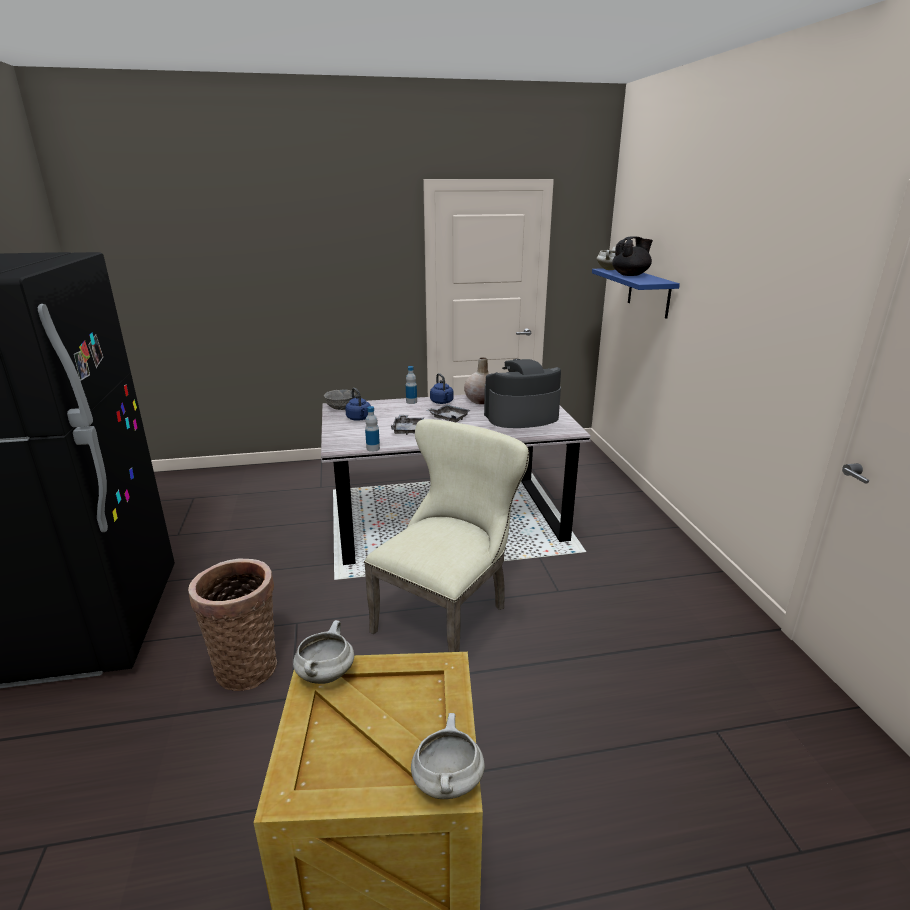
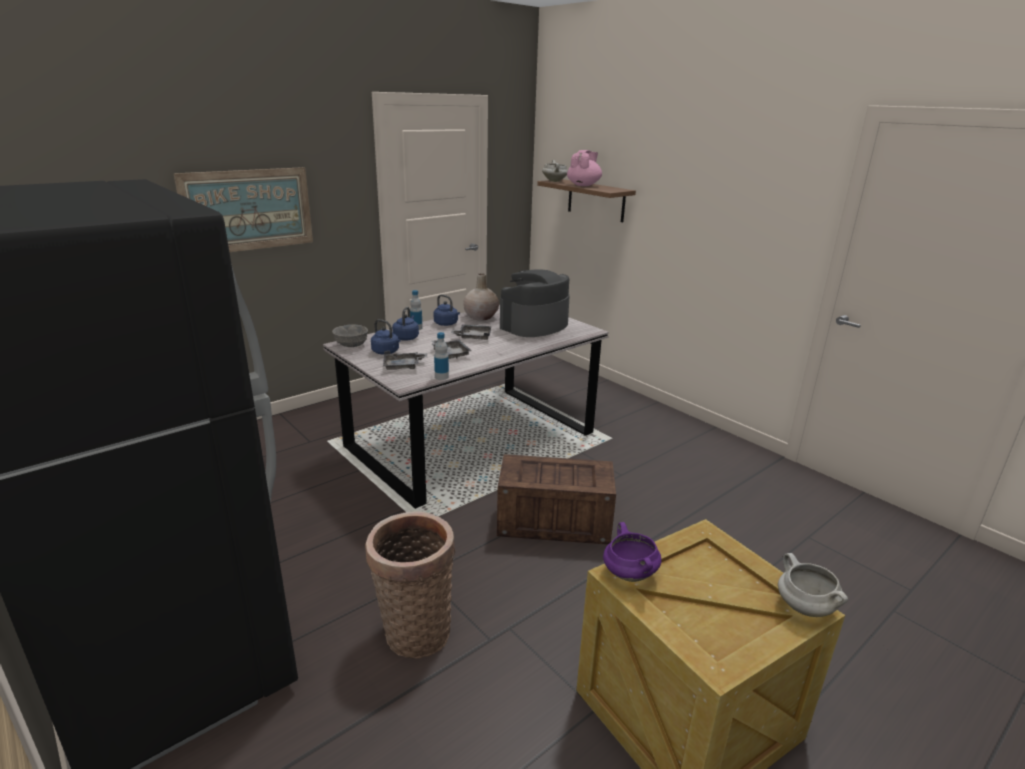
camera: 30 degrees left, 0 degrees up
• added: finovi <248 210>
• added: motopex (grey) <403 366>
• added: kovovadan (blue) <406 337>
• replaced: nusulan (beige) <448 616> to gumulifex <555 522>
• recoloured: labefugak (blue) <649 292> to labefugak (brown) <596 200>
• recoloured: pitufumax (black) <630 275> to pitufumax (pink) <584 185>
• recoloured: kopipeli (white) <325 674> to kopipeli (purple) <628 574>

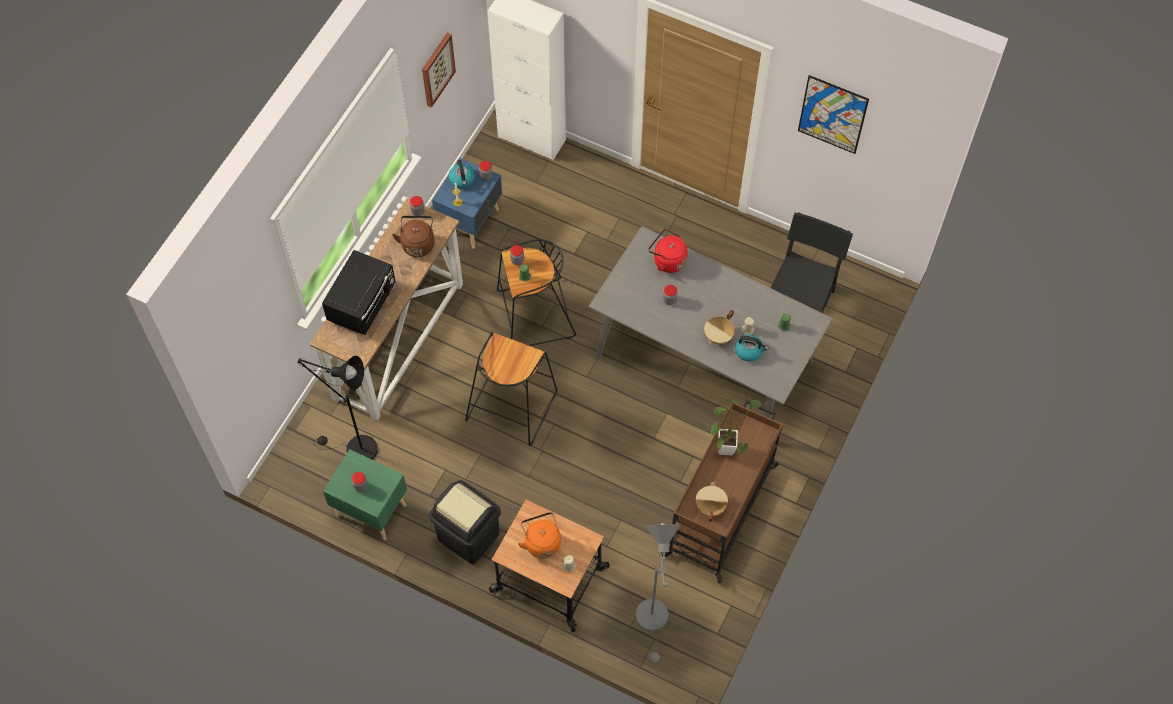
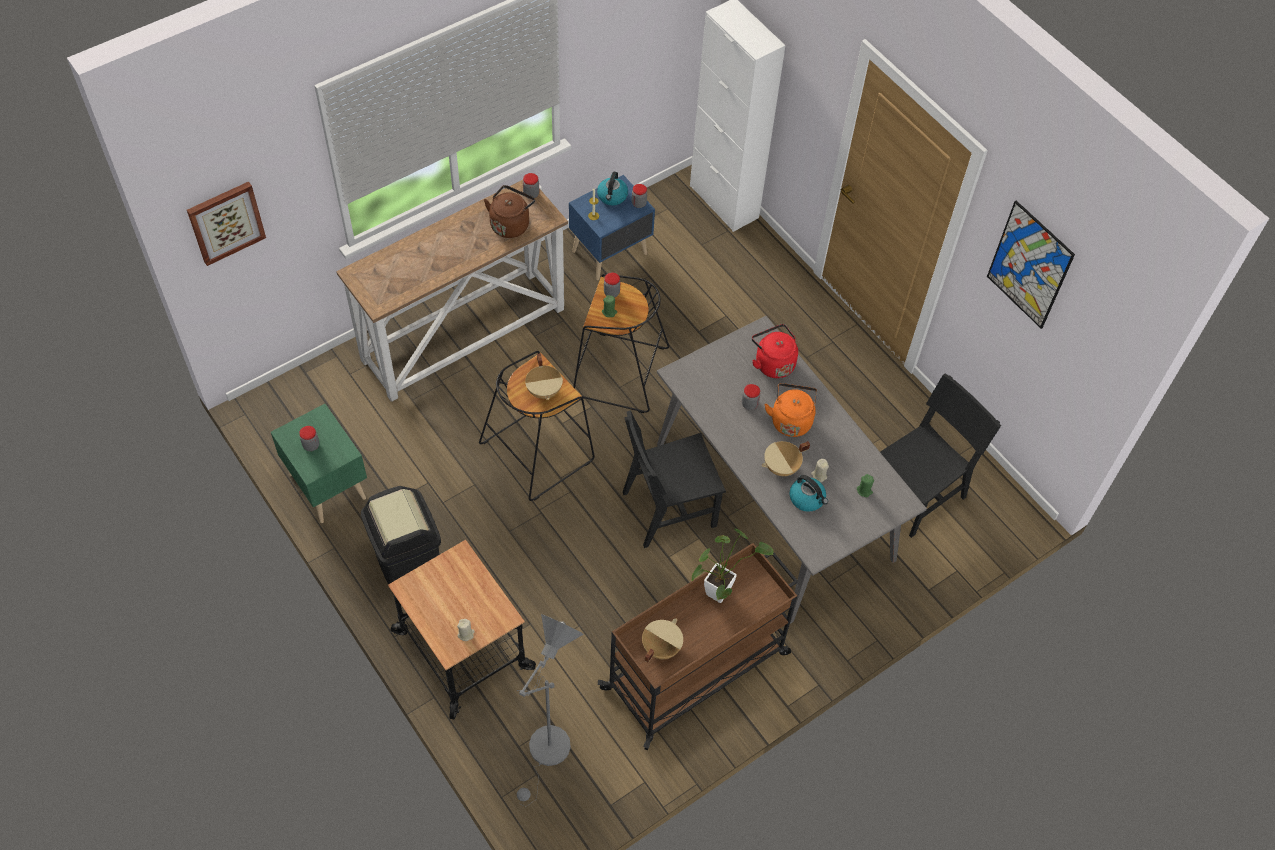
camera: 25 degrees right, 5 degrees down
• moved: finovi <437 69> to <226 222>
• added: kopipeli (beige) <544 390>
• added: nusulan (black) <669 509>
• moved: kovovadan (orange) <541 542> to <791 420>
• removed: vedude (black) <355 449>
• removed: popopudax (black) <363 303>

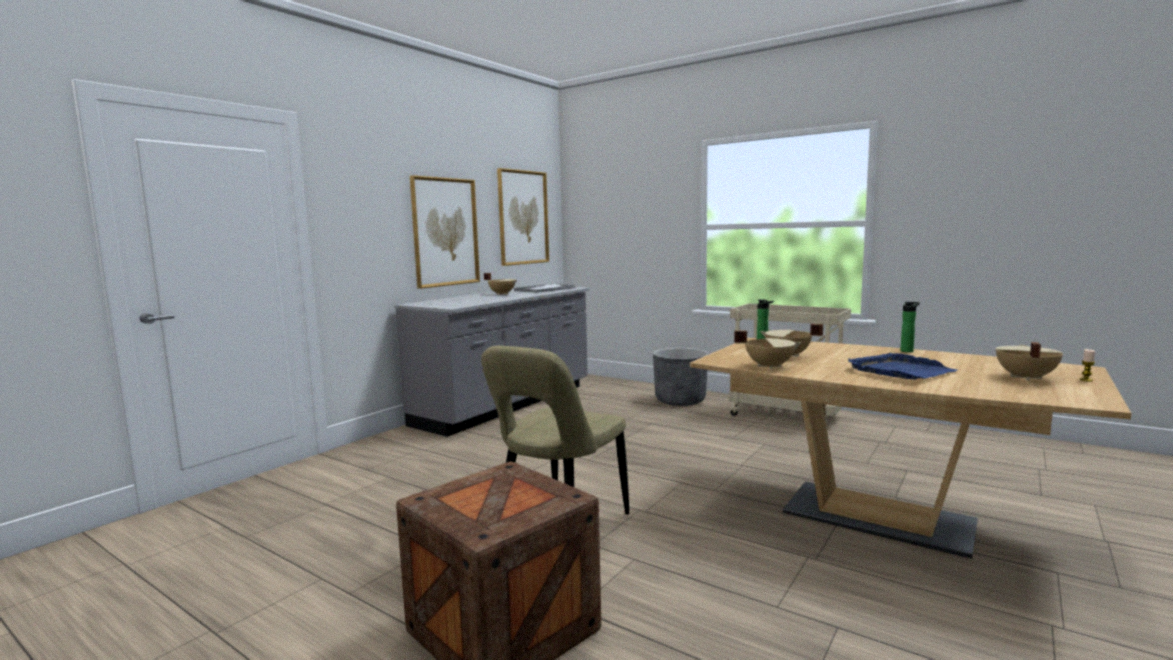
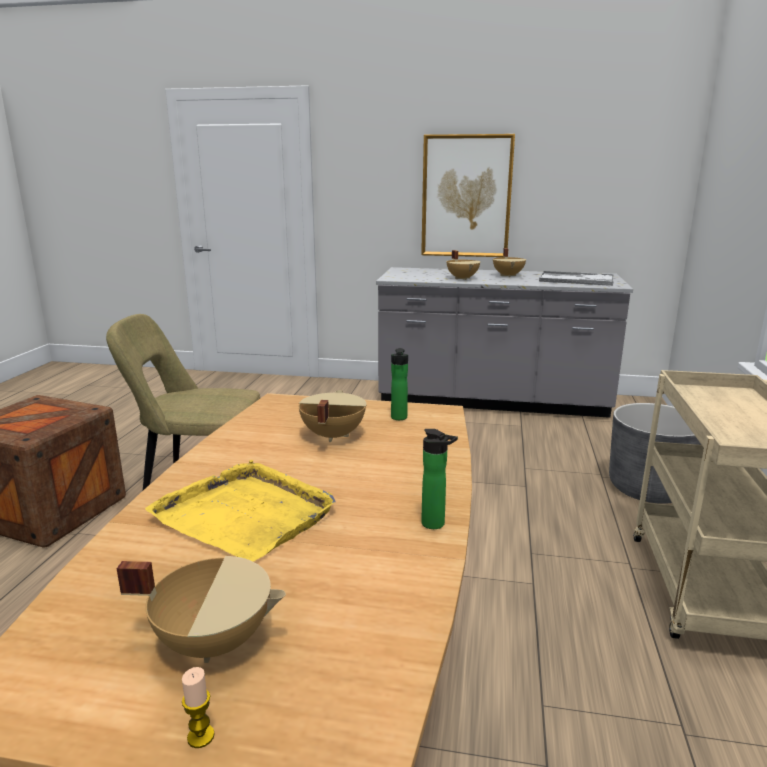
camera: 65 degrees right, 10 degrees up
• recoloured: motopex (blue) <901 371> to motopex (yellow) <246 514>
• moved: kopipeli (beige) <768 366> to <463 278>
• removed: finovi <523 217>

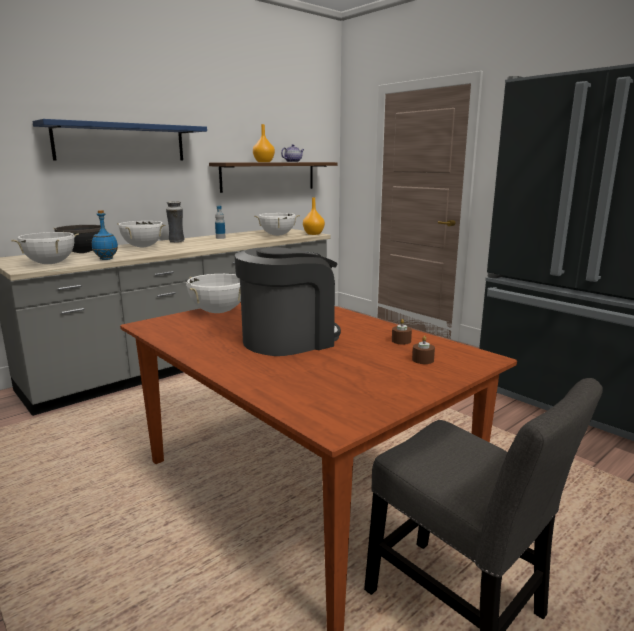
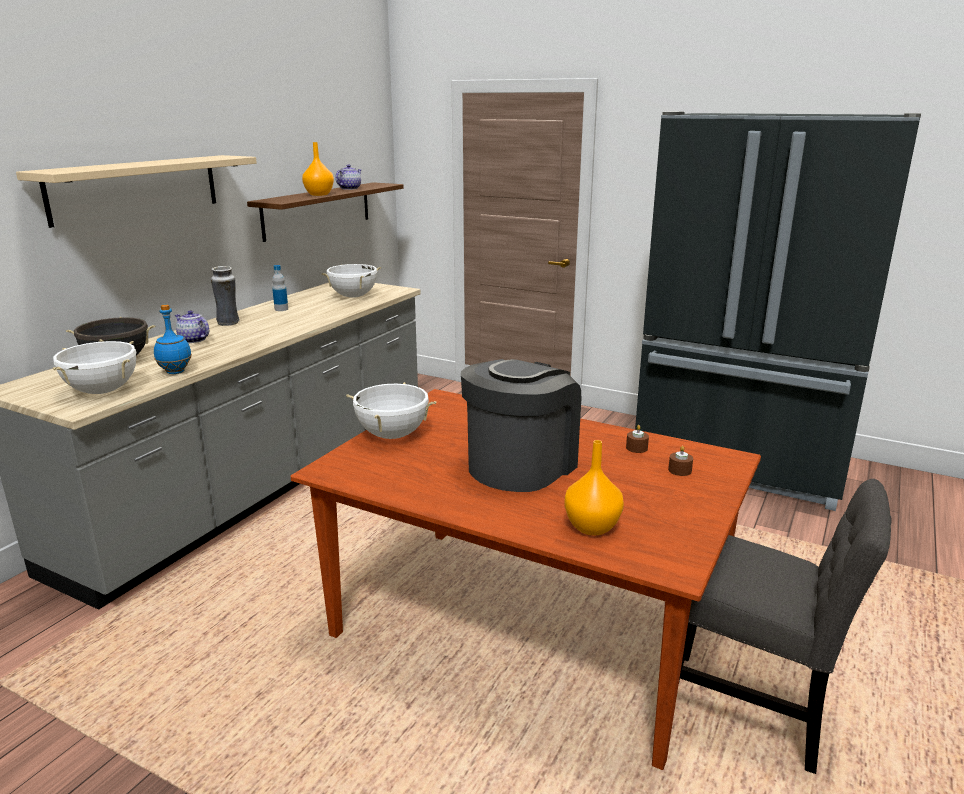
camera: 20 degrees left, 5 degrees up
• recoloured: labefugak (blue) <121 142> to labefugak (beige) <136 188>
• replaced: kopipeli (white) <143 247> to pitufumax <193 340>
• moved: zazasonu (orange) <313 234> to <591 527>

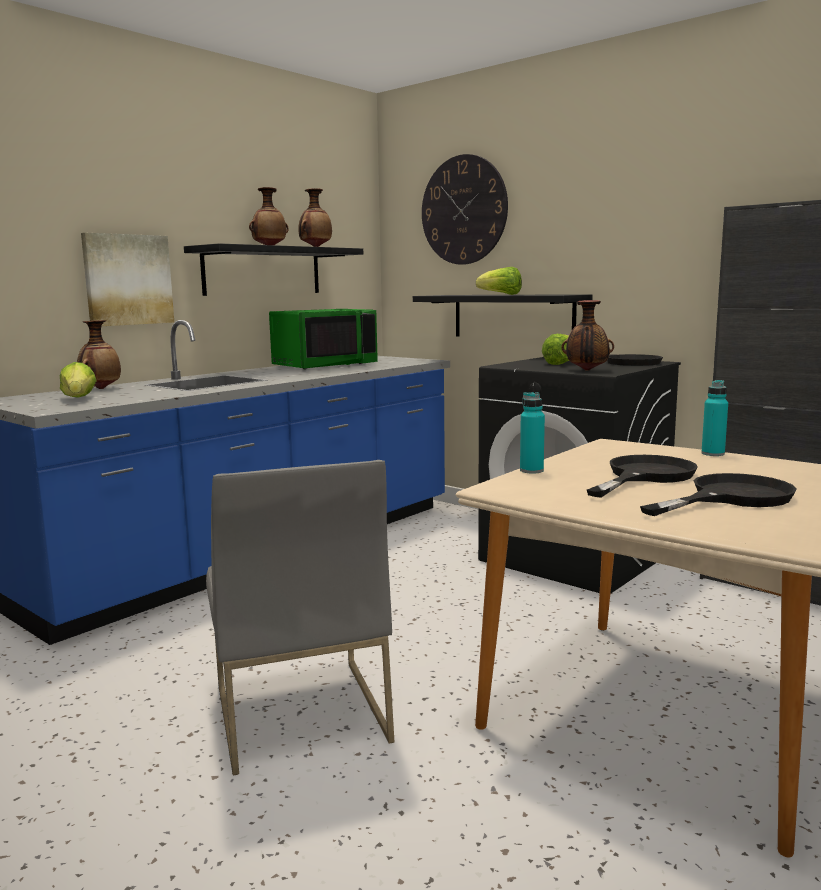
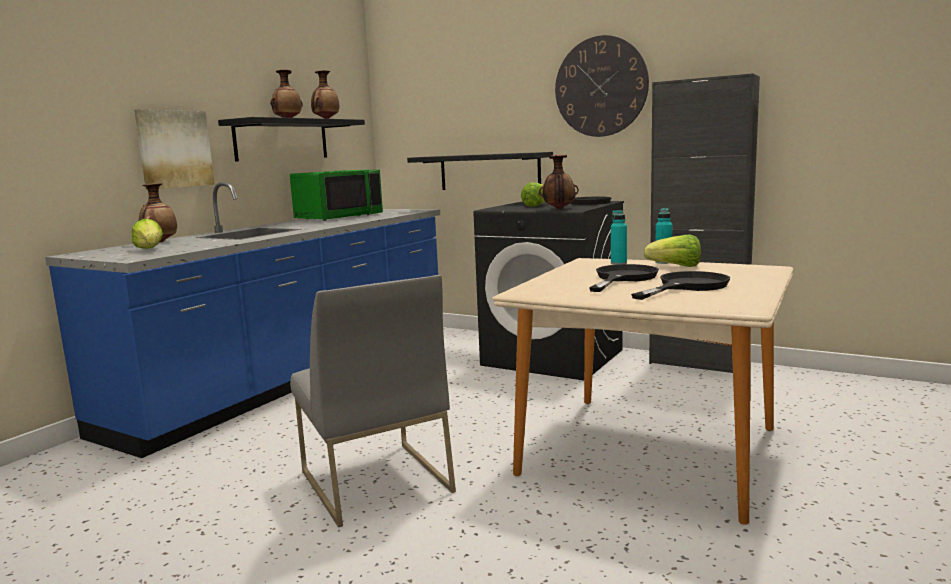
camera: 10 degrees left, 0 degrees up
• moved: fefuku <464 210> to <601 87>
• moved: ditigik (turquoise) <531 470> to <618 263>
• moved: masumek <501 294> to <675 267>

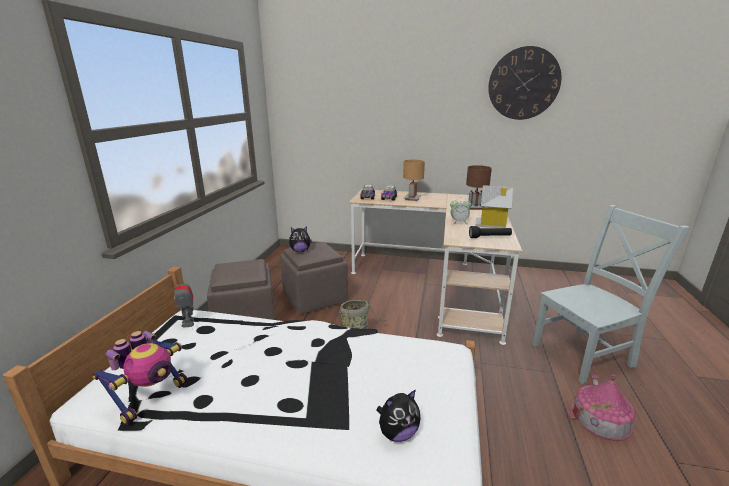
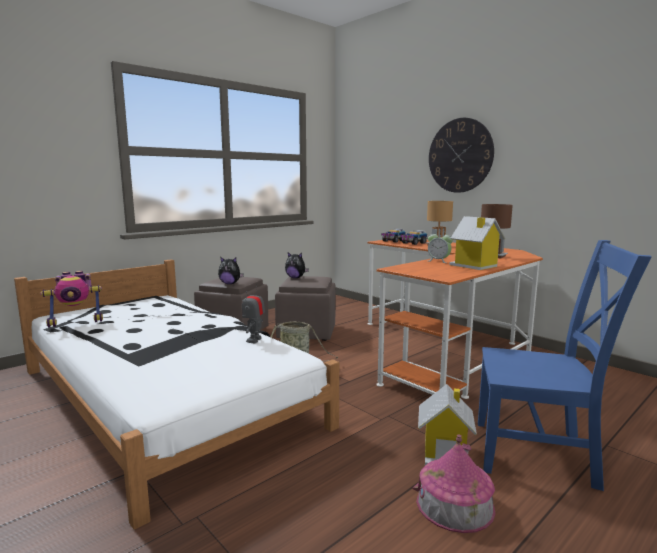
camera: 35 degrees right, 10 degrees down
• moved: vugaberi <397 433> to <230 284>
• moved: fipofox <189 322> to <254 340>
• recoloured: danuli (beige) <436 284> to danuli (orange) <445 350>
• added: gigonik <445 453>
• moved: fefuku <523 84> to <460 155>
• recoloured: nusulan (grey) <585 354> to nusulan (blue) <539 454>
• removed: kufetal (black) <489 237>

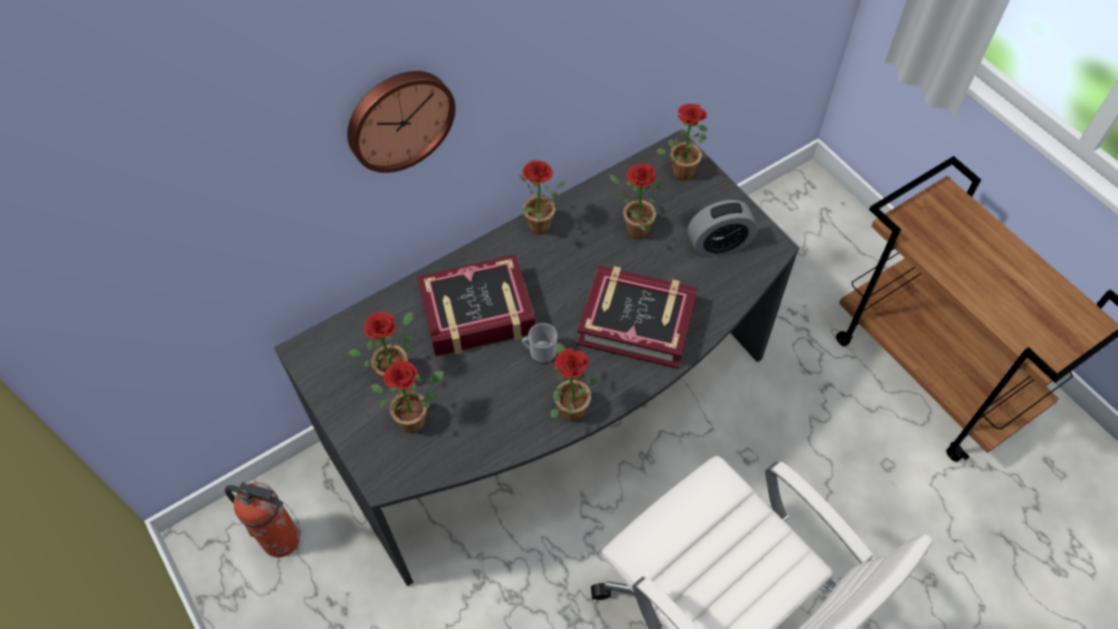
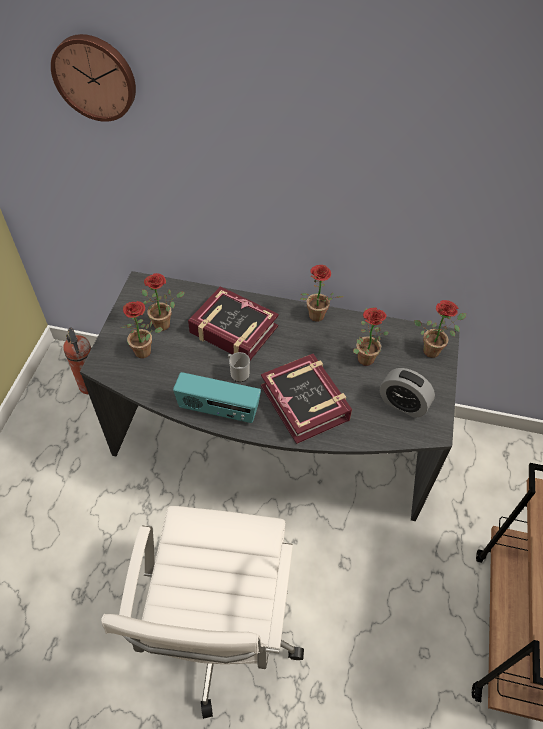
camera: 45 degrees right, 5 degrees down
• moved: fefuku <398 118> to <95 77>
• replaced: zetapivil <568 406> to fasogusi <218 410>

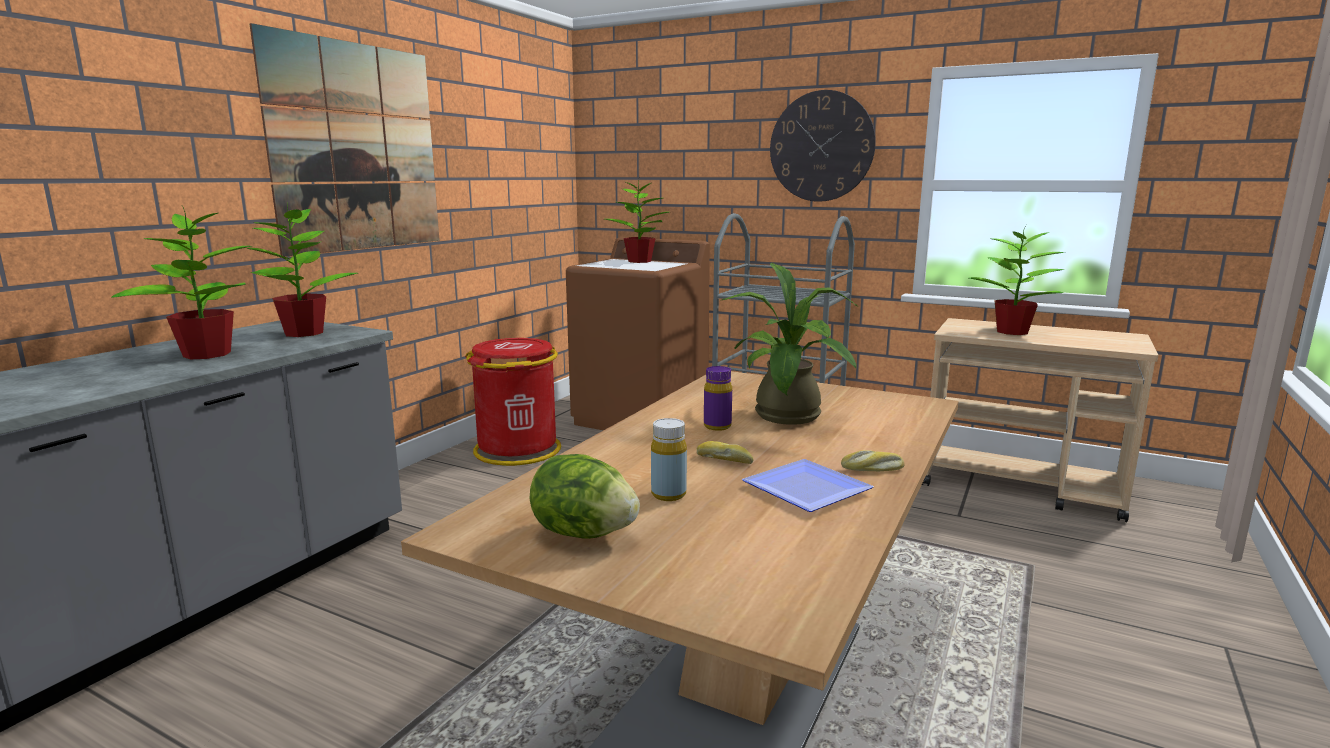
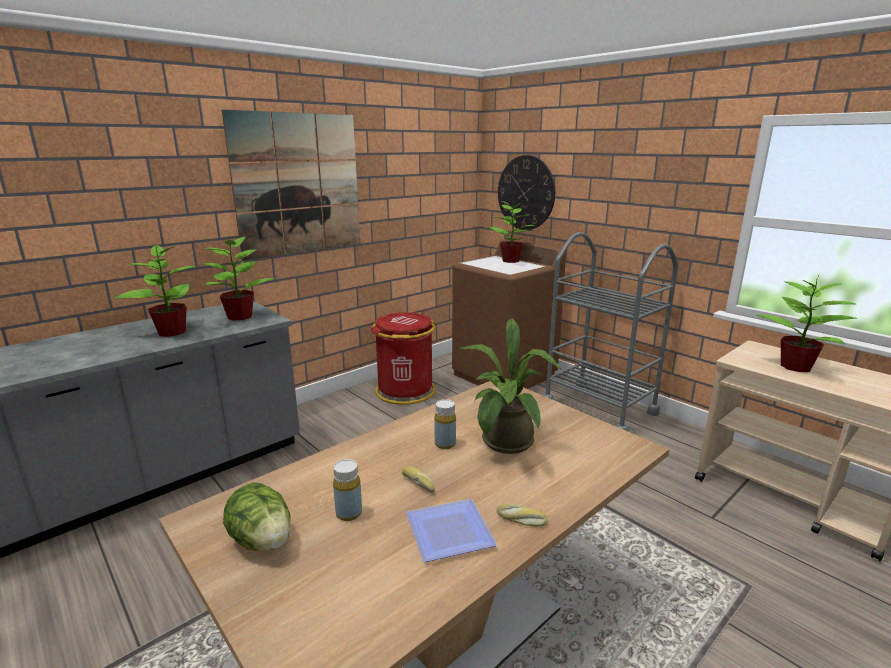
camera: 20 degrees right, 5 degrees up
• recoloured: ditigik (purple) <717 426> to ditigik (yellow) <445 444>
• moved: fefuku <821 146> to <525 193>

